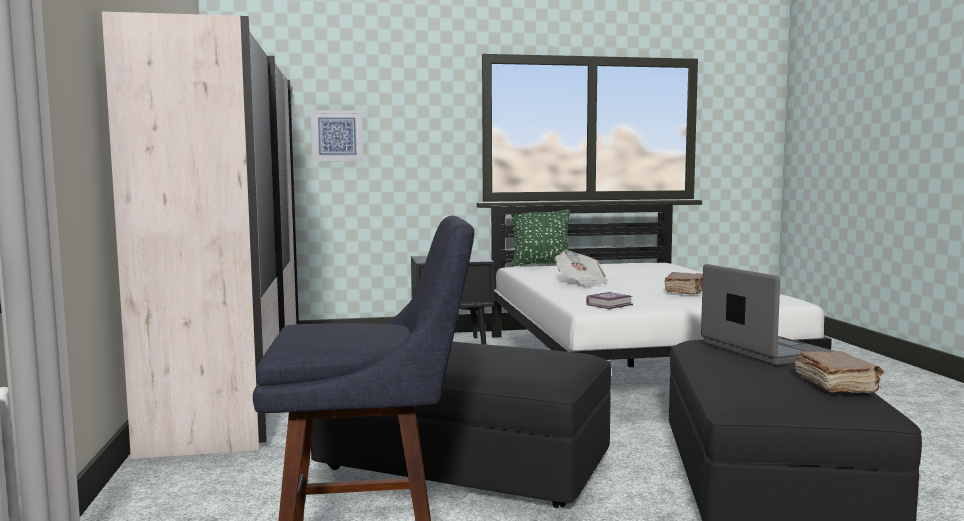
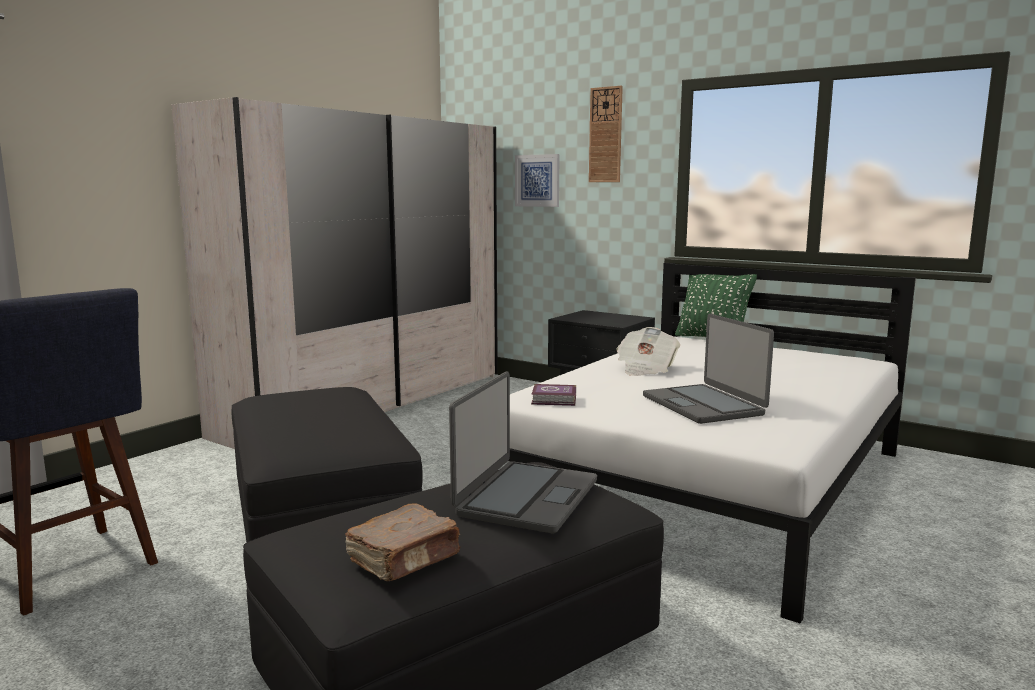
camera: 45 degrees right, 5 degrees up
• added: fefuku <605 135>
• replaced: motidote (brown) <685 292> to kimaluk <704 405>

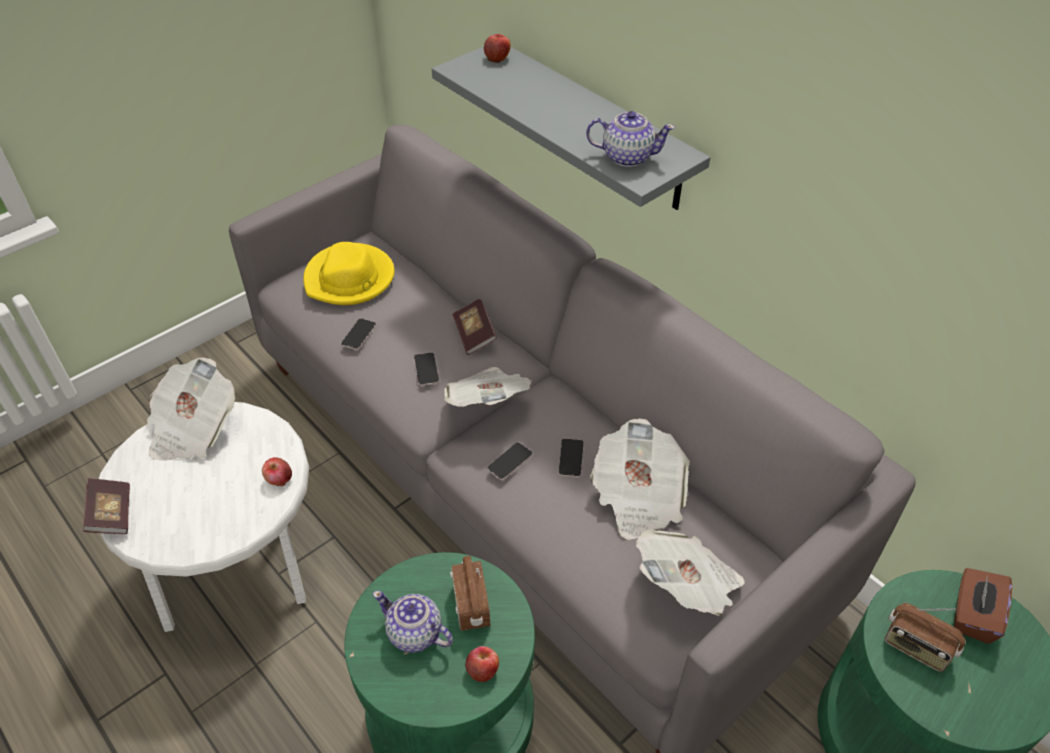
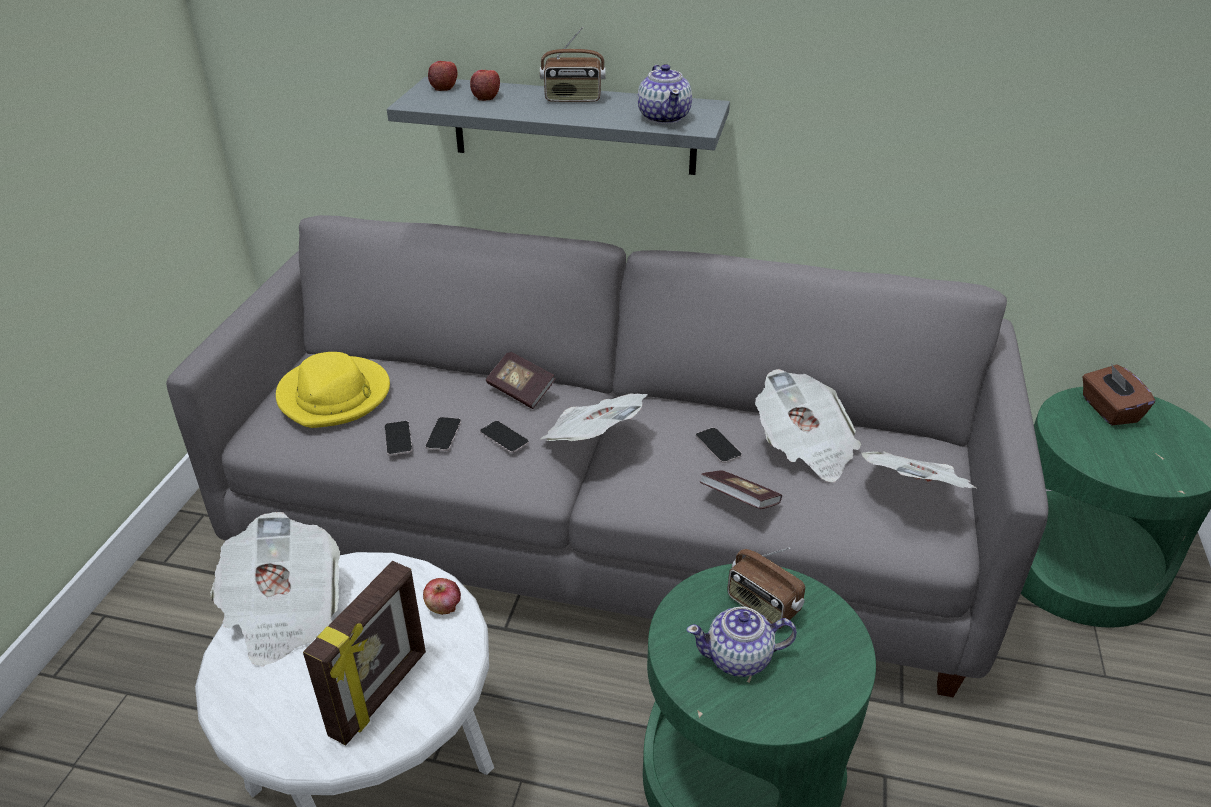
camera: 35 degrees left, 10 degrees down
• added: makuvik <380 694>
• moved: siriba <509 461> to <443 434>
• moved: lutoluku <482 670> to <486 96>
• moved: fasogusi <915 647> to <573 99>
• turned: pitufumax <627 156> = <664 117> 105 degrees clockwise
• moved: motidote <112 514> to <739 501>

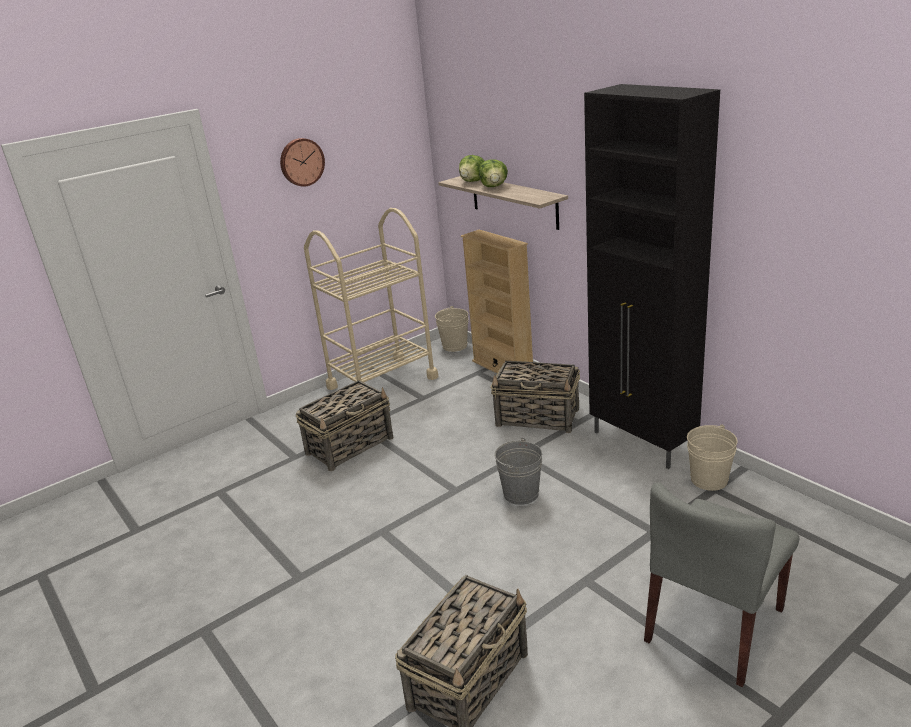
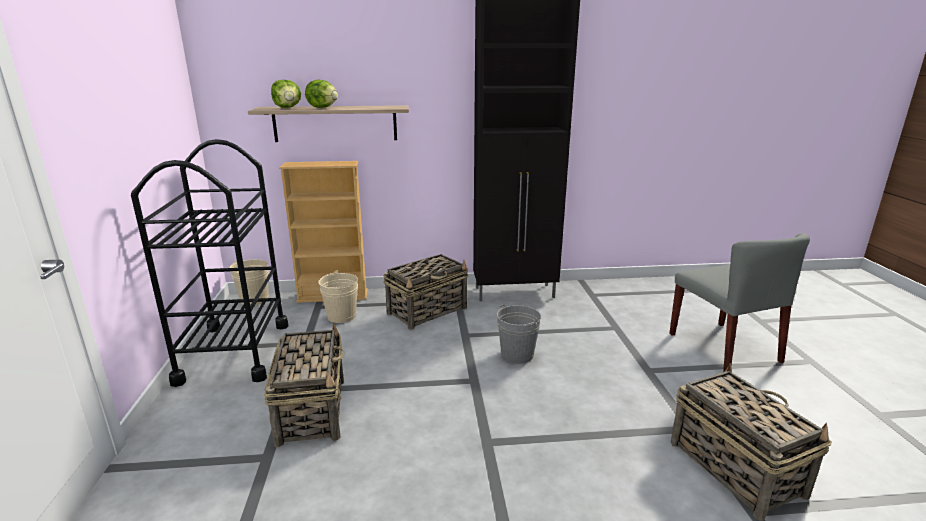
camera: 60 degrees left, 5 degrees down
• recoloured: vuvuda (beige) <382 382> to vuvuda (black) <234 352>
• moved: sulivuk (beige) <709 479> to <341 316>
• removed: fefuku <301 162>

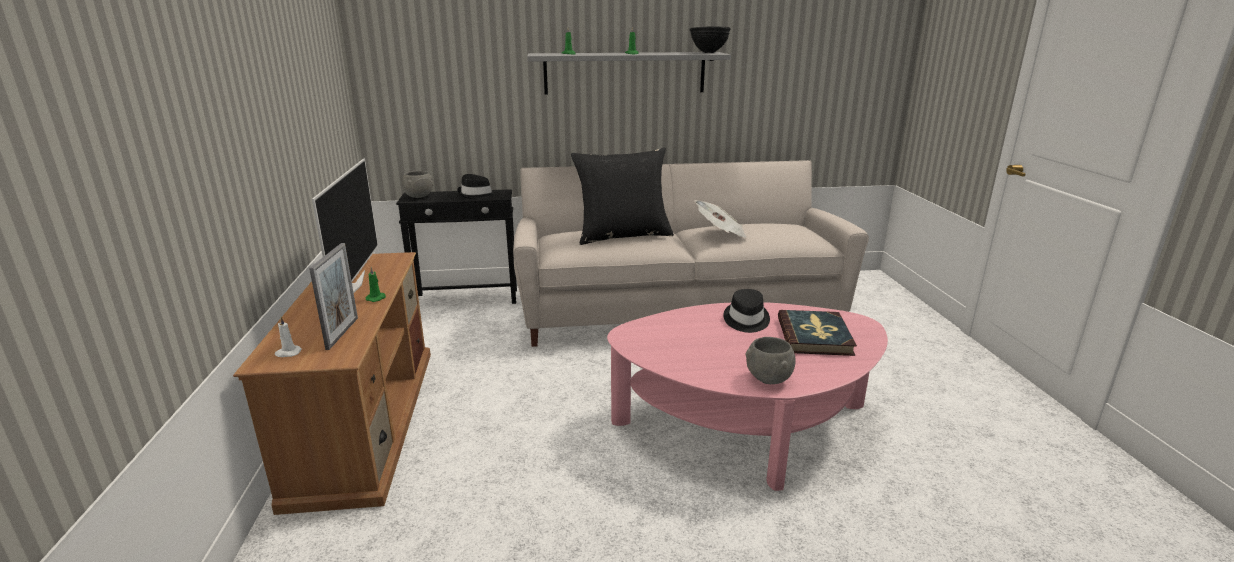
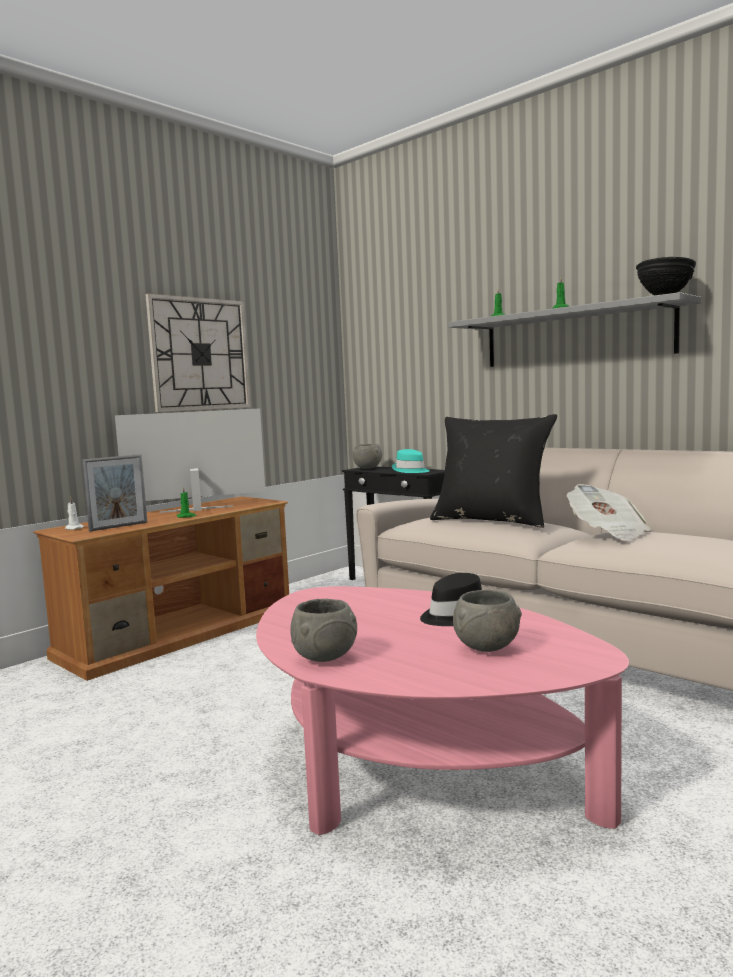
camera: 50 degrees right, 15 degrees down
• turned: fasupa <352 286> = <197 509> 150 degrees counterclockwise
• added: fefuku <200 354>
• recoloured: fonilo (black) <476 195> to fonilo (turquoise) <411 471>
• replaced: motidote <815 336> to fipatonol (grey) <488 649>

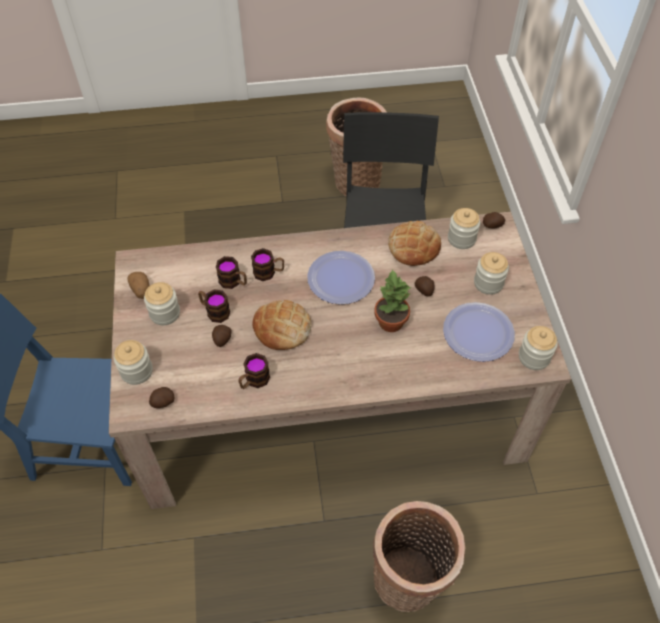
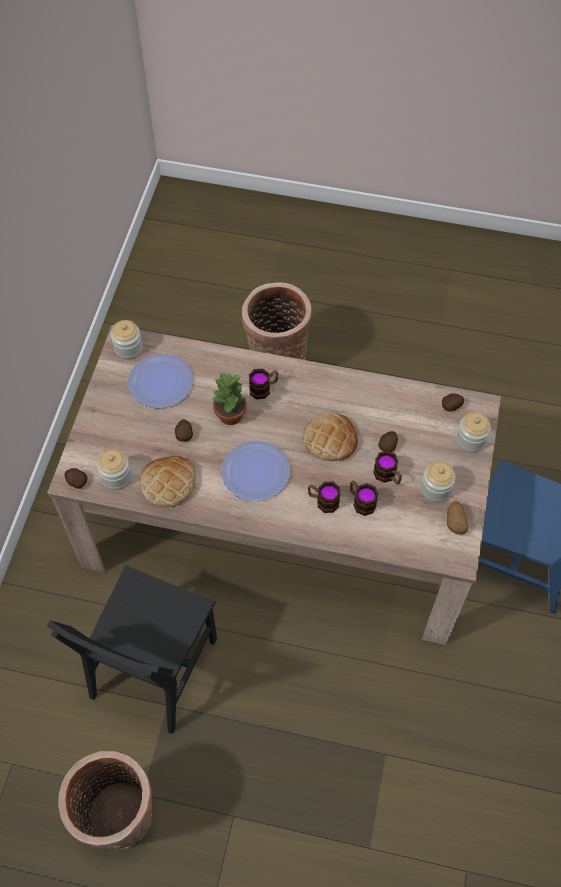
camera: 160 degrees left, 5 degrees up
• moved: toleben <254 381> to <264 388>
• removed: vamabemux <488 283>

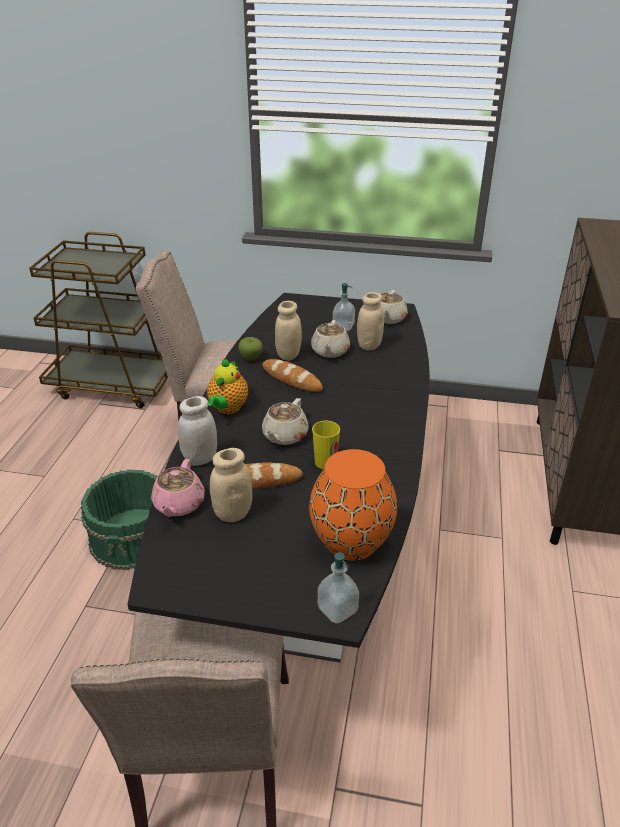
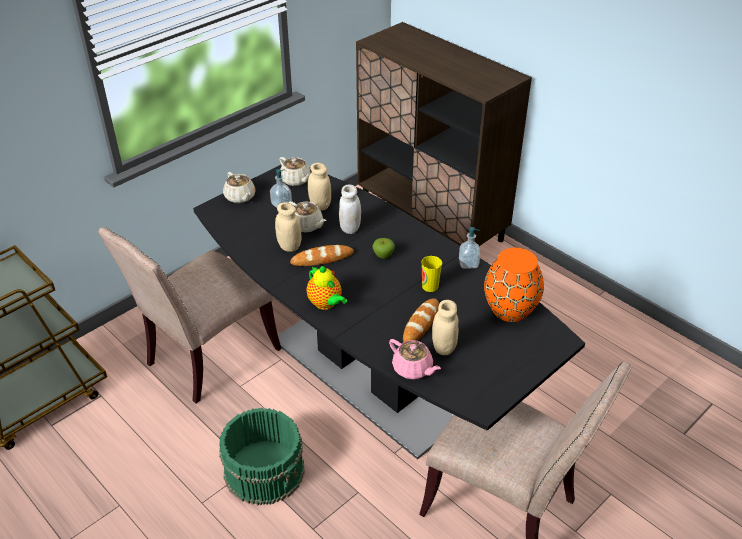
camera: 55 degrees left, 5 degrees up
• moved: pitufumax (beige) <284 436> to <240 197>
• moved: vamabemux (white) <200 458> to <350 228>
• moved: lutoluku <251 358> to <383 256>
• moved: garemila <337 609> to <468 263>

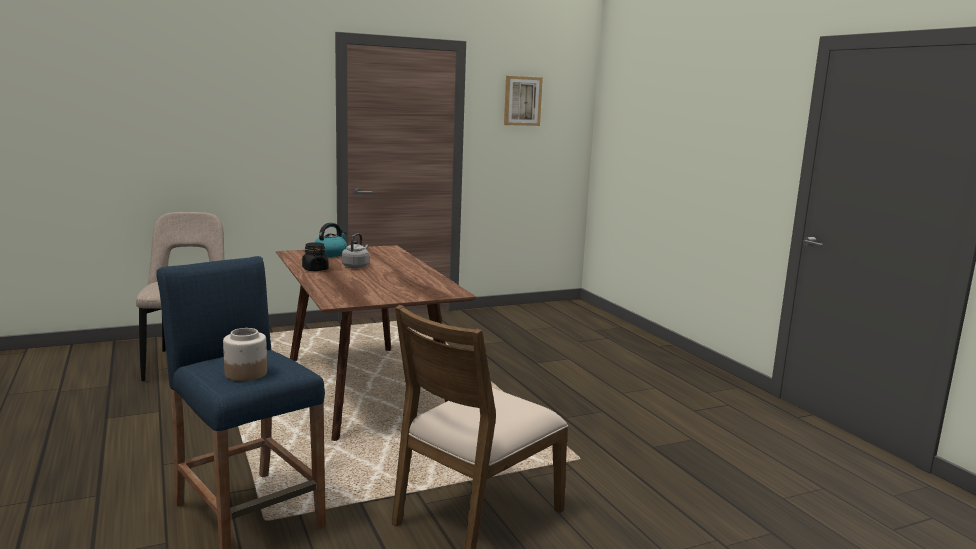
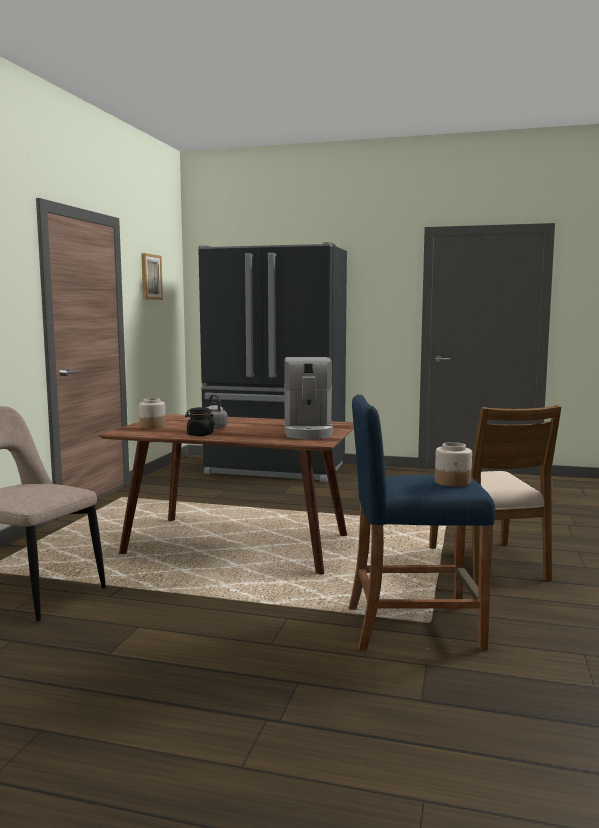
camera: 50 degrees left, 5 degrees down
• replaced: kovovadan <331 254> to vamabemux <152 426>
• added: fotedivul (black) <275 470>
• added: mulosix <308 431>

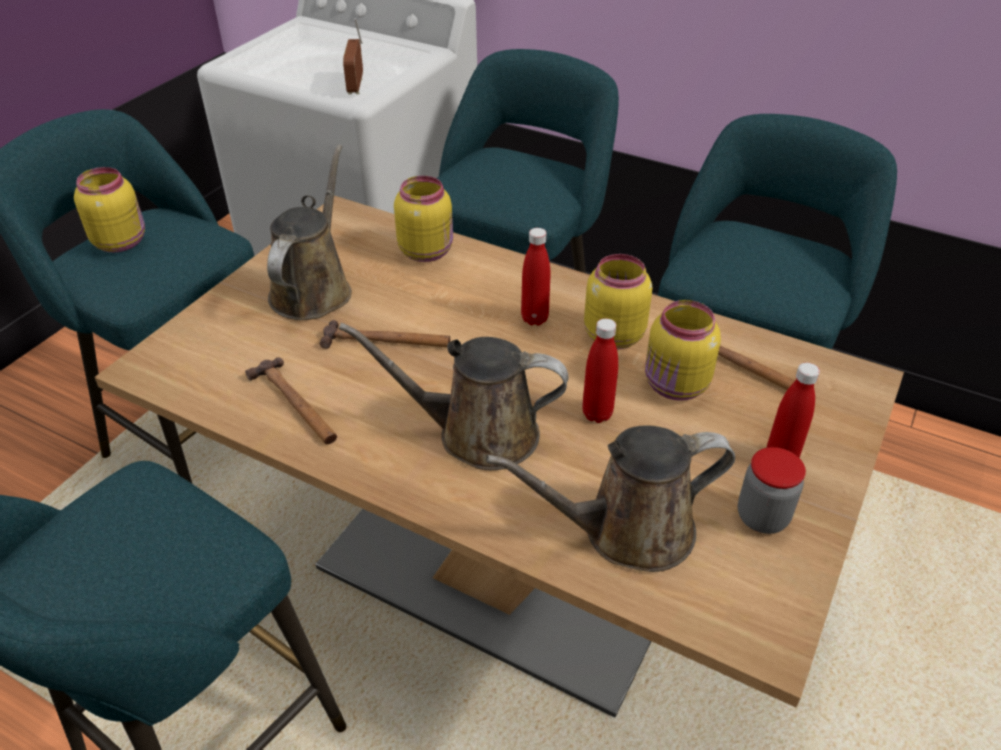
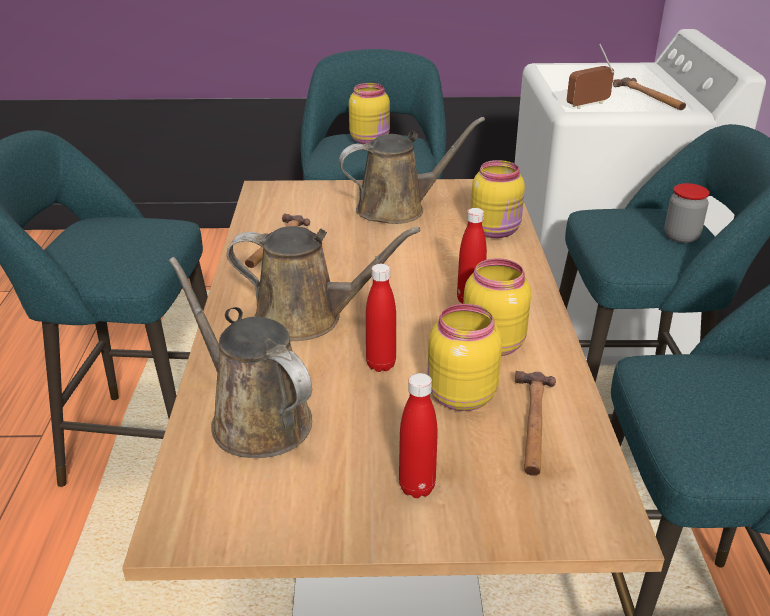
camera: 60 degrees right, 10 degrees down
• turned: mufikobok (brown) <477 433> = <307 318> 120 degrees clockwise
• moved: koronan <386 341> to <650 97>
• moved: vamabemux <762 517> to <681 237>

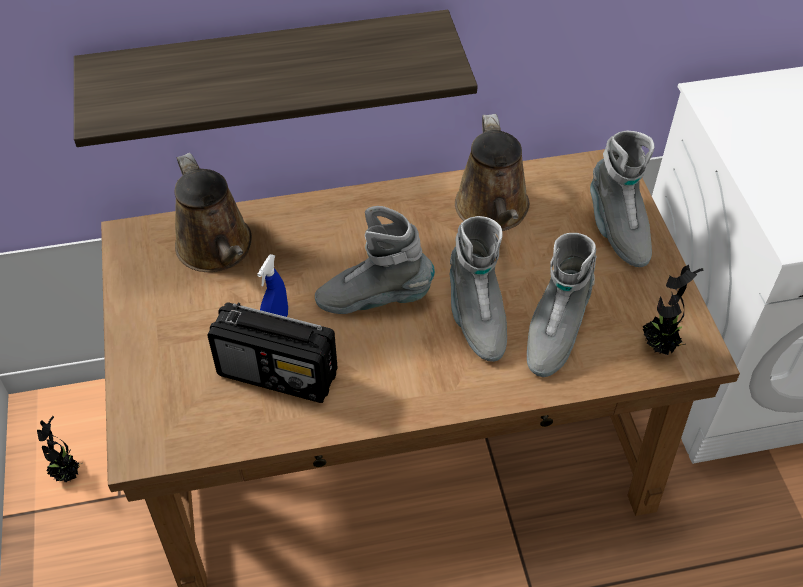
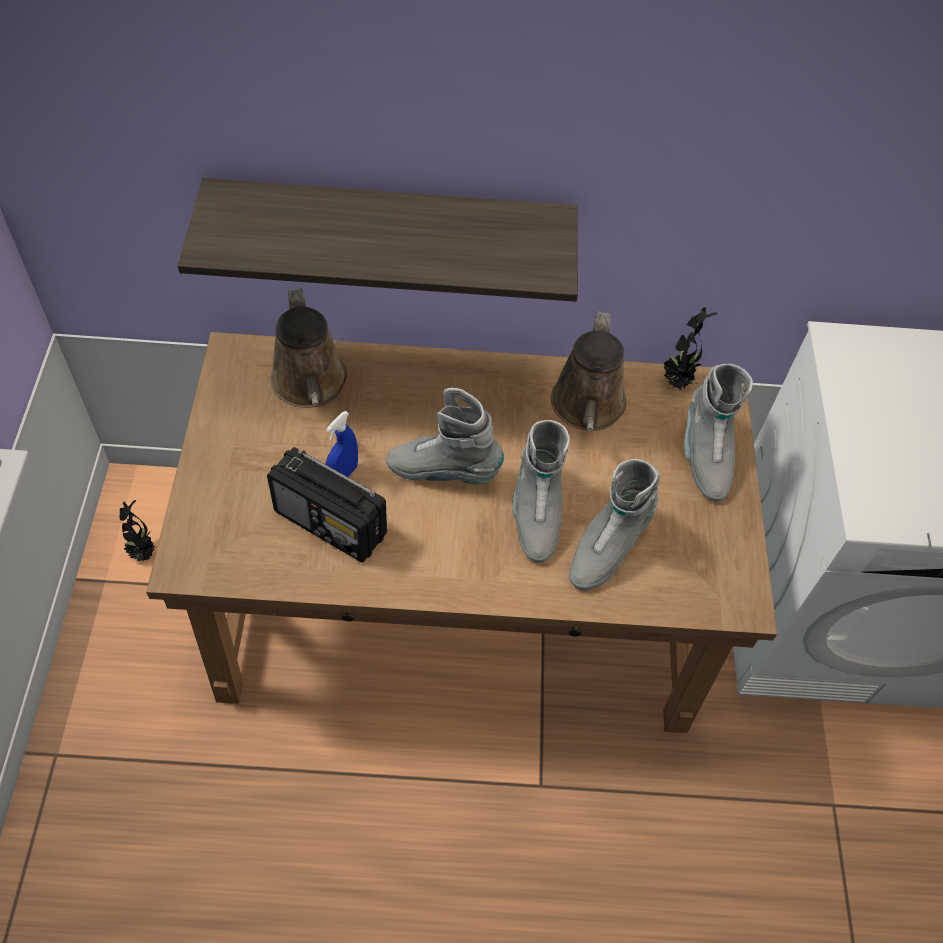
camera: 10 degrees right, 5 degrees up
• moved: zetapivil <660 346> to <677 382>

